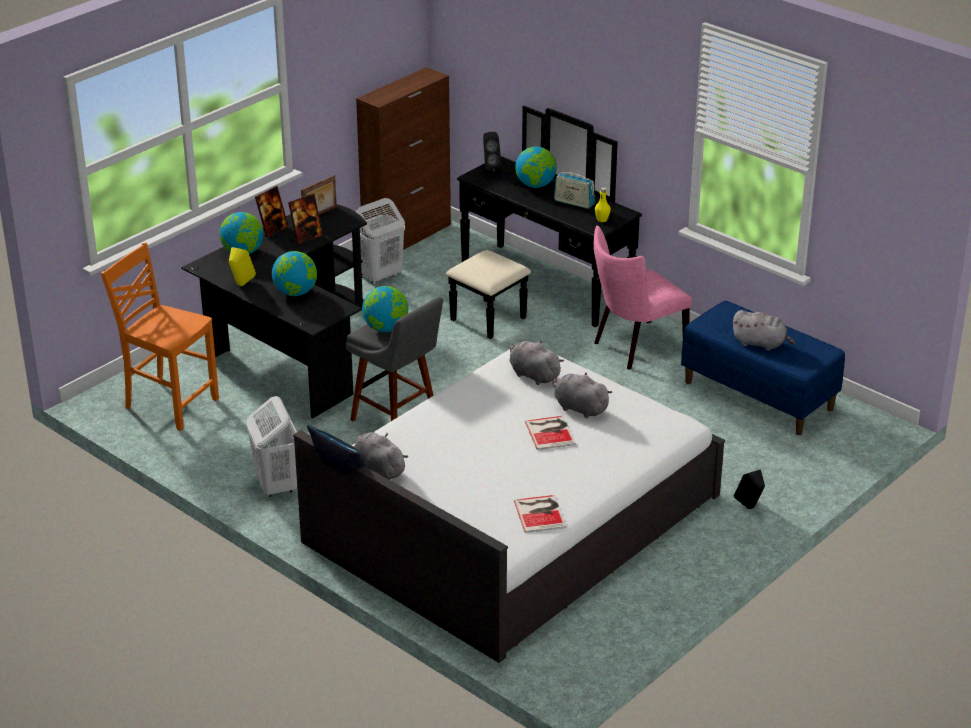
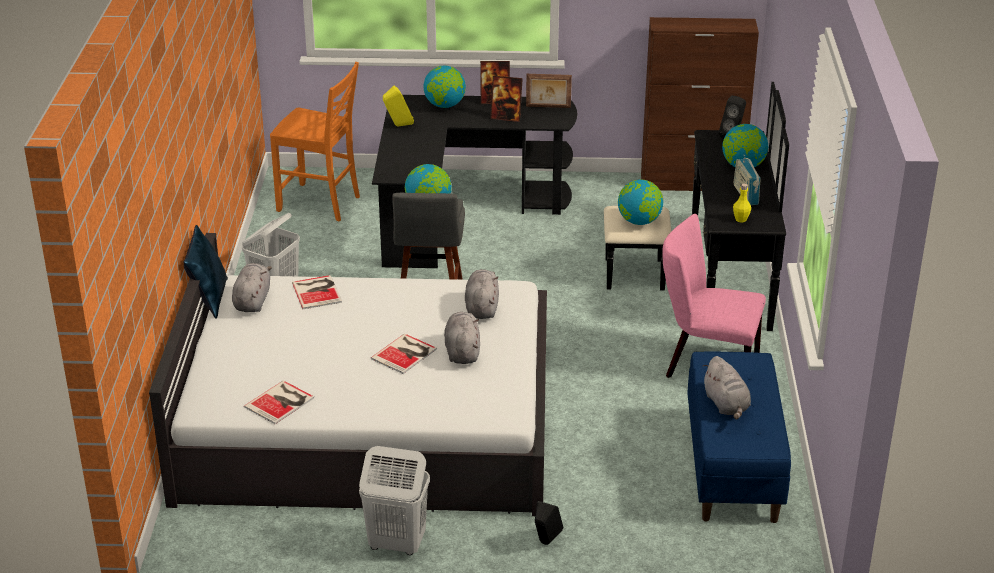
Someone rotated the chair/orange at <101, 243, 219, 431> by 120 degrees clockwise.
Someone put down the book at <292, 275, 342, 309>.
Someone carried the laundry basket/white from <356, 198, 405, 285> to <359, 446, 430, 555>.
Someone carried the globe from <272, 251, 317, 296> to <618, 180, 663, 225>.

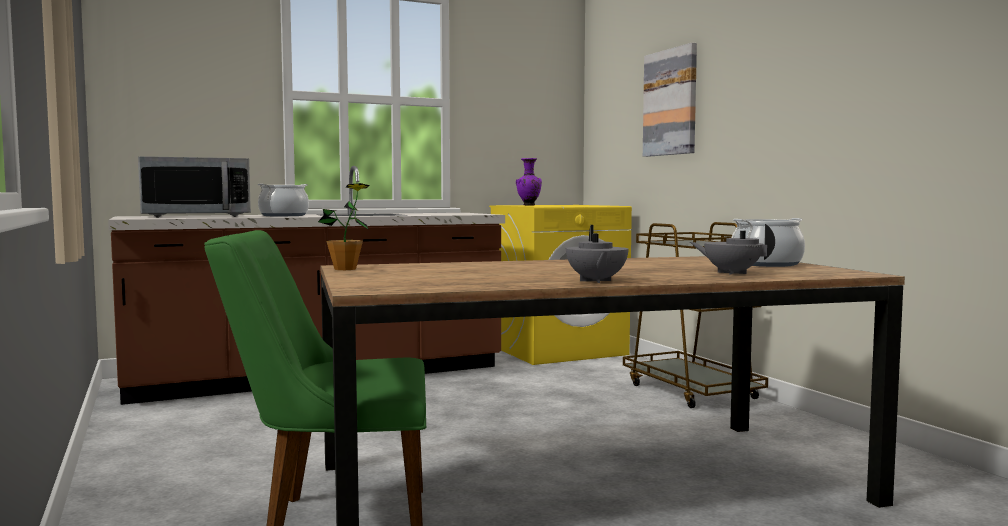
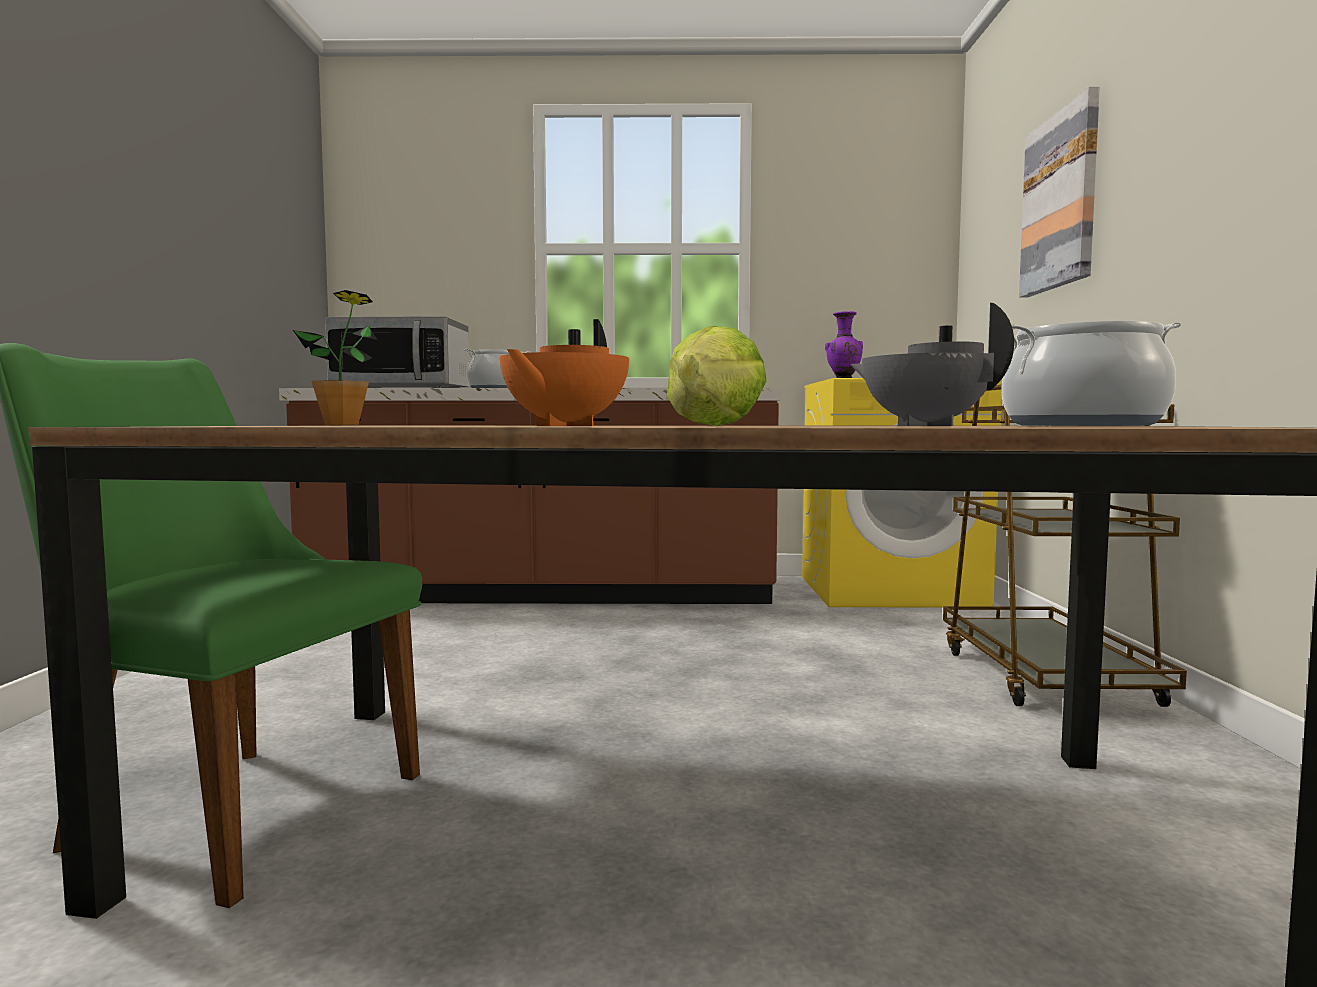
Someone repainted the teapot/grey at <566, 225, 628, 283>, which became the teapot/orange at <500, 319, 629, 426>.
Someone put down the lettuce at <667, 326, 767, 426>.

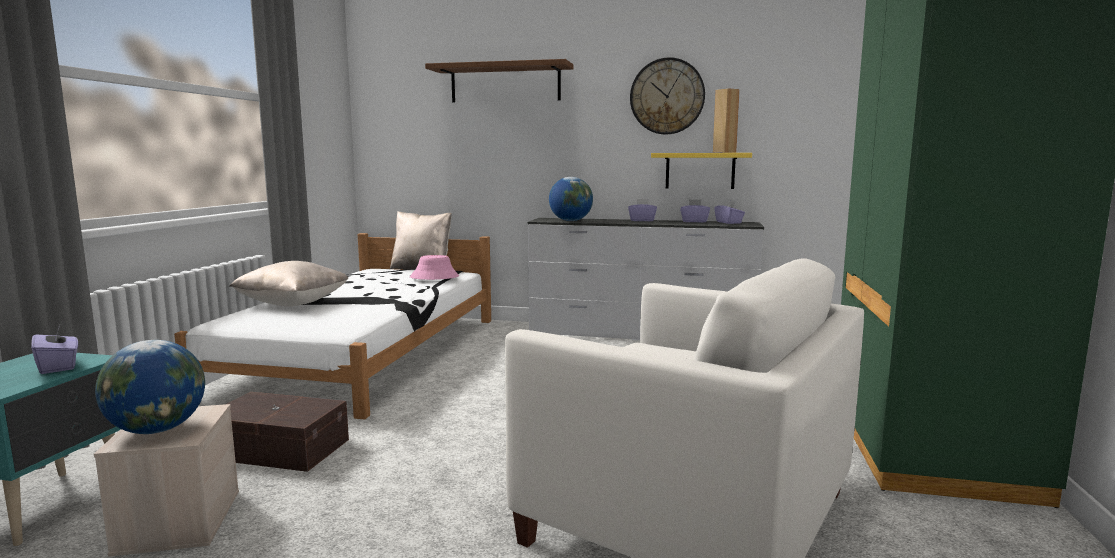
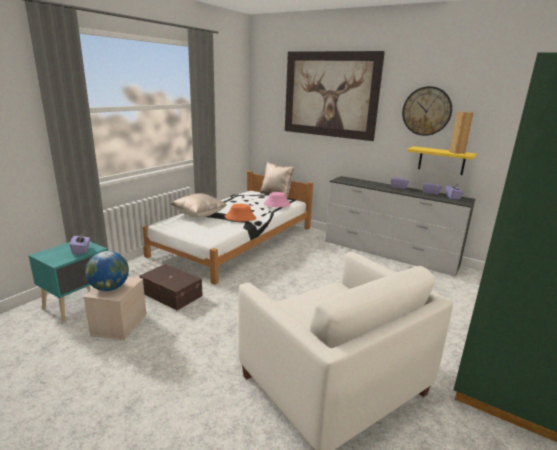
Someone put down the hat/orange at <224, 204, 256, 221>.
Someone swapped the shelf/brown at <425, 59, 574, 102> for the picture at <285, 51, 385, 141>.
Someone took away the globe at <549, 177, 593, 221>.

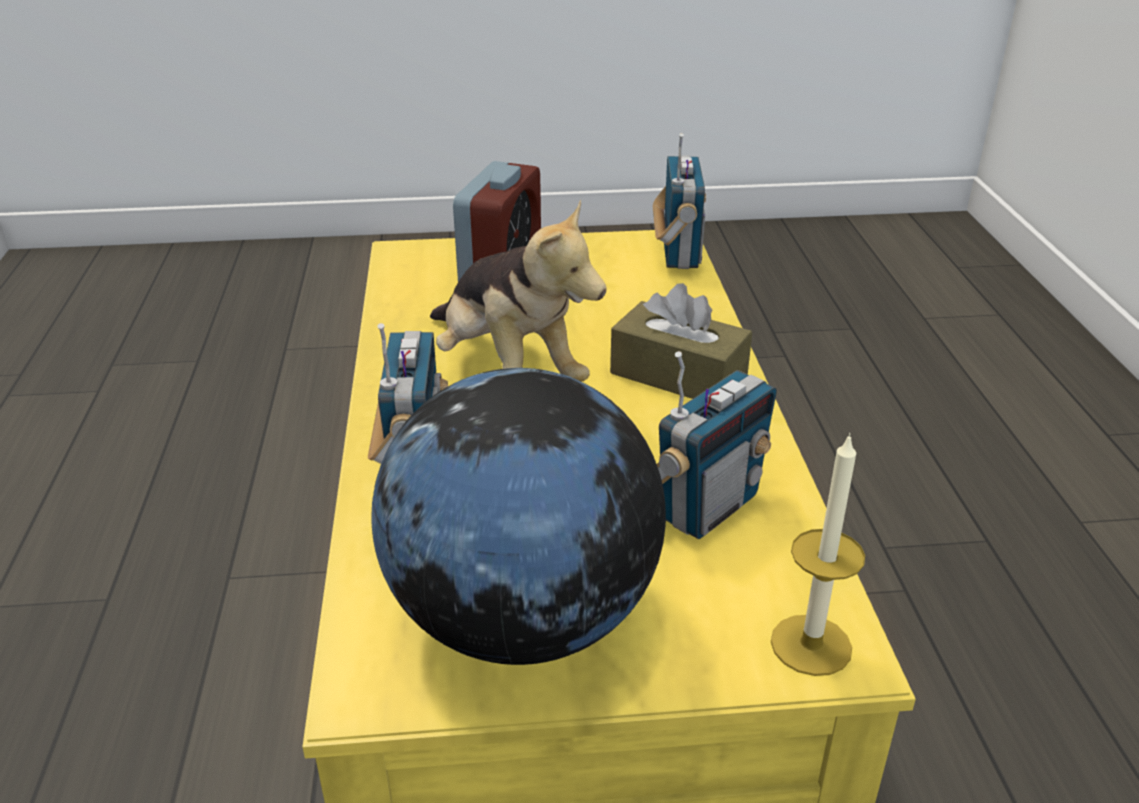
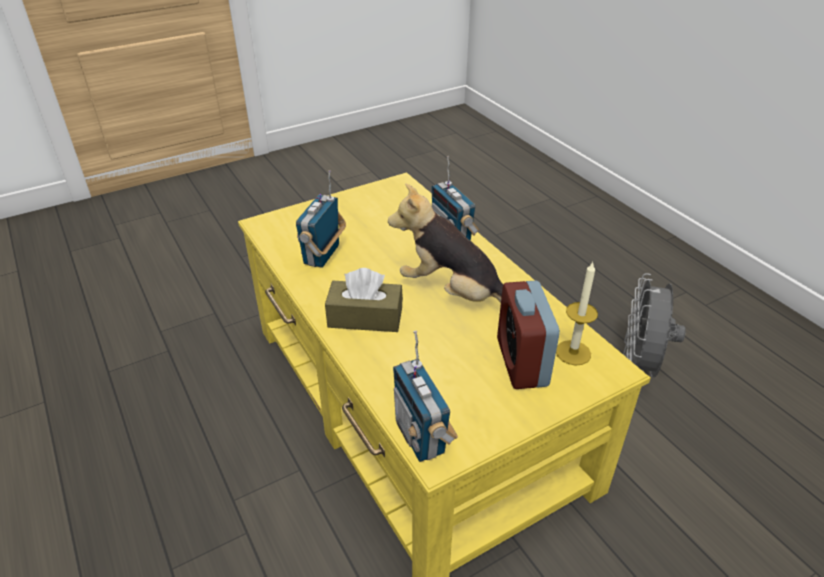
Someone carried the candle from <771, 433, 865, 676> to <556, 262, 598, 366>.
Someone put down the fan/grey at <623, 273, 686, 377>.
Someone took away the globe at <371, 368, 666, 665>.

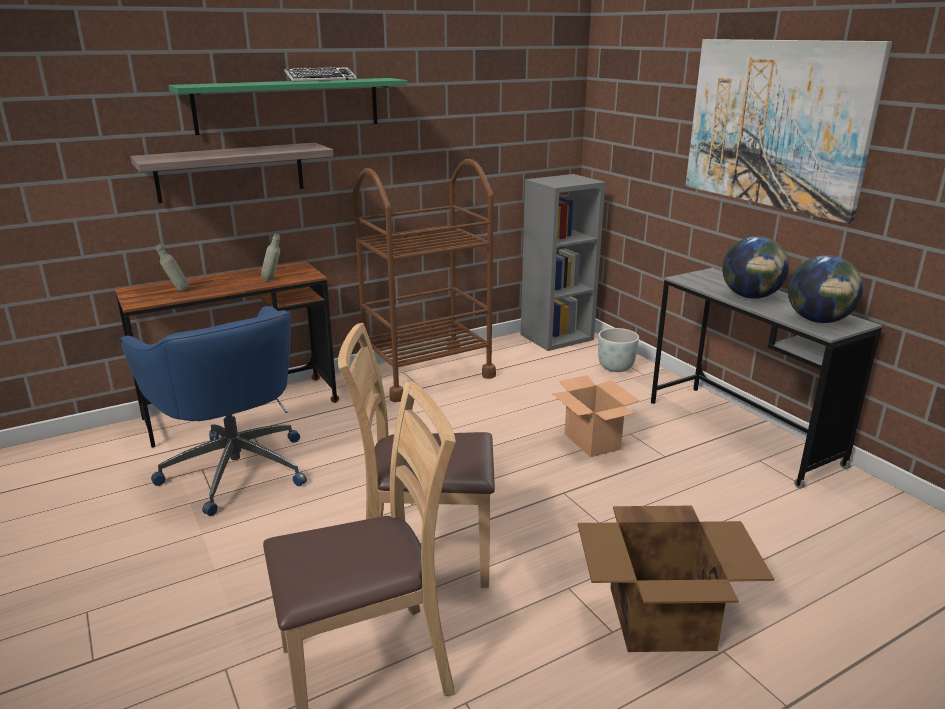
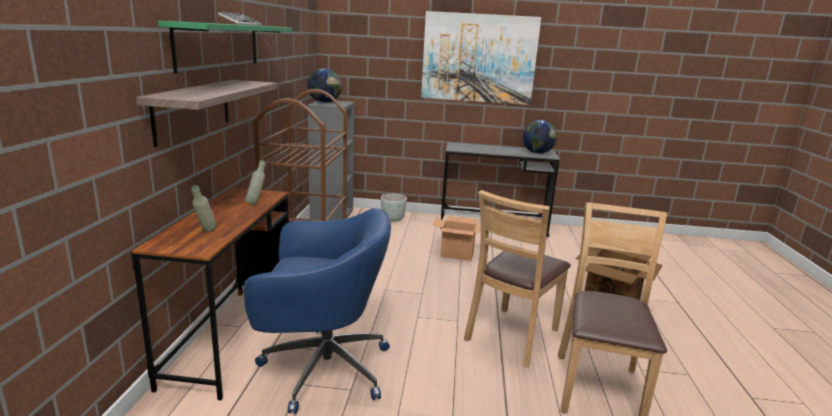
Someone carried the globe from <722, 236, 789, 299> to <307, 68, 342, 103>.

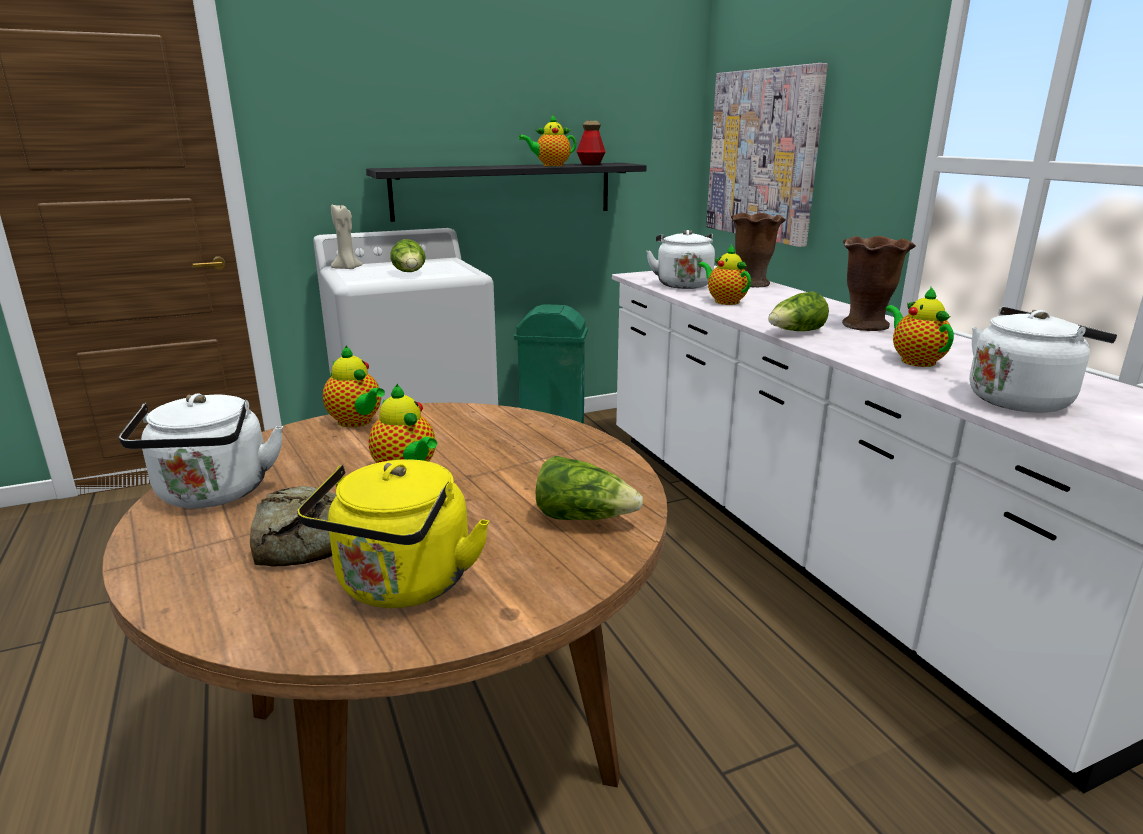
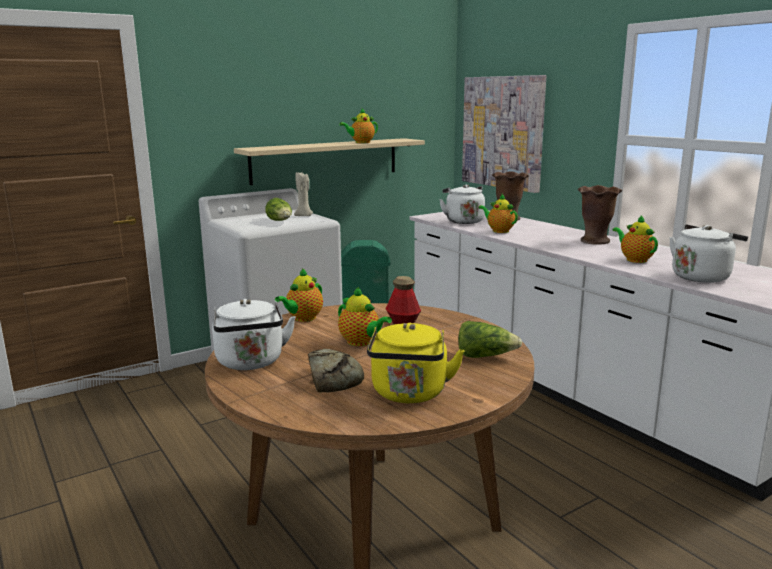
Someone repainted the shelf/black at <366, 163, 647, 222>, which became the shelf/beige at <234, 138, 425, 185>.
Someone rotated the teapot at <323, 345, 385, 427> by 90 degrees clockwise.
Someone carried the candle/beige from <331, 203, 362, 269> to <294, 172, 313, 216>.
Someone carried the bottle from <576, 121, 606, 165> to <386, 276, 421, 324>.
Someone took away the lettuce at <768, 292, 829, 331>.

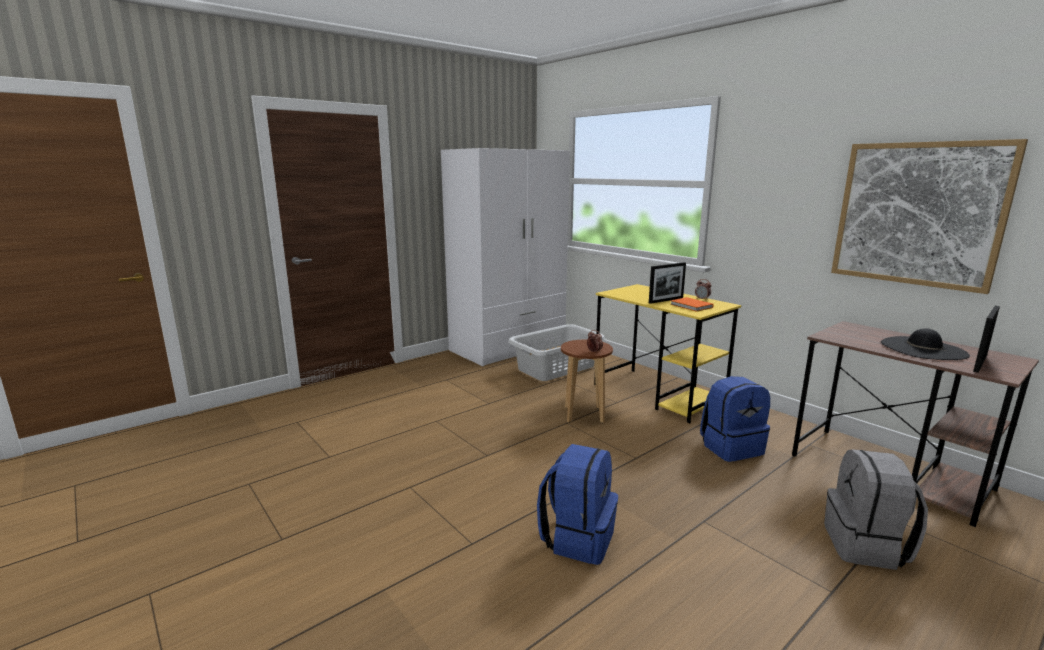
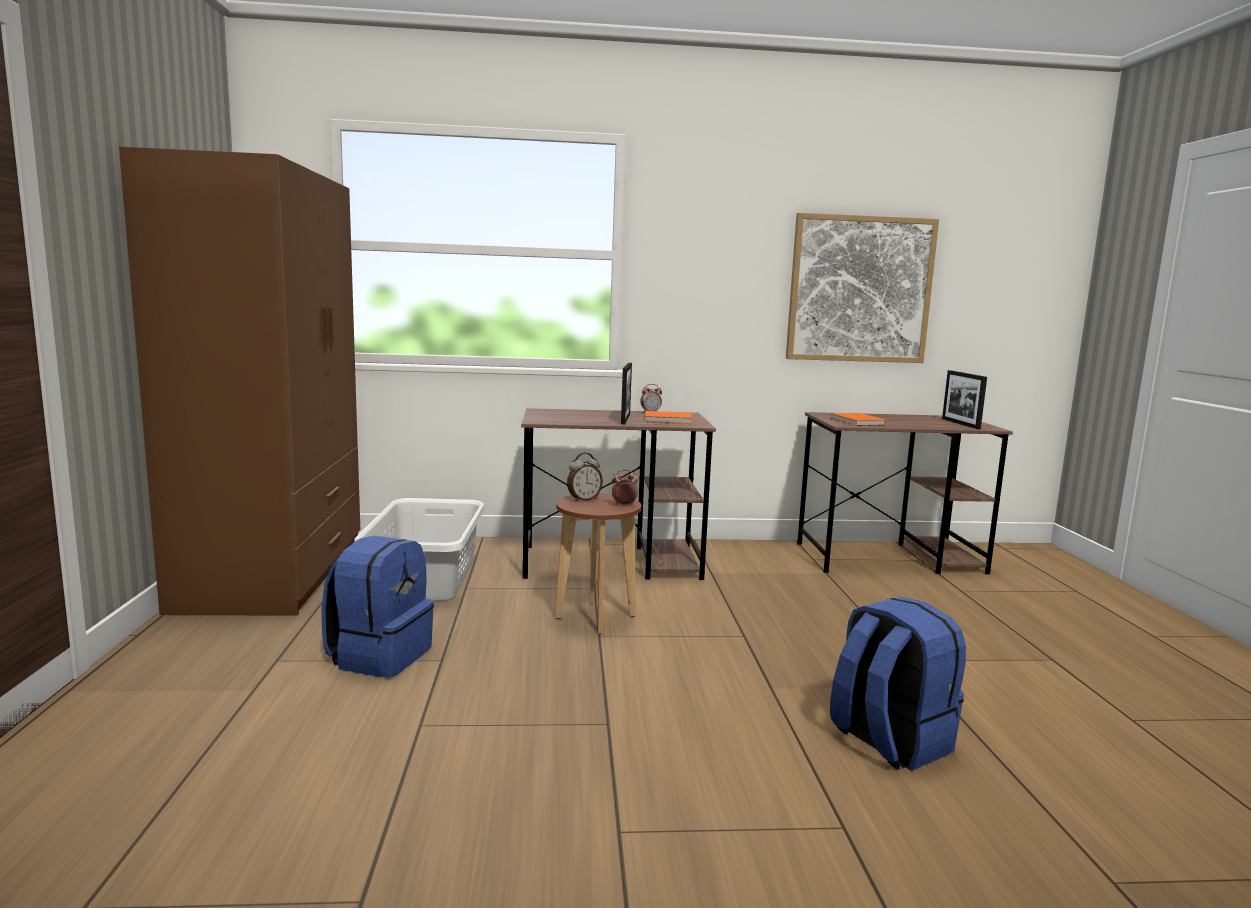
Someone repainted the wardrobe/white at <441, 148, 570, 366>, which became the wardrobe/brown at <119, 146, 360, 616>.
Someone carried the backpack/blue from <700, 376, 770, 462> to <321, 536, 434, 678>.
Someone repainted the desk/yellow at <594, 284, 741, 423>, which became the desk/brown at <521, 408, 716, 580>.
Someone put down the alarm clock at <567, 453, 603, 502>.
Someone put down the book/orange at <830, 413, 886, 426>.
Someone took away the backpack/grey at <824, 449, 928, 570>.
Someone took away the hat/black at <881, 328, 970, 360>.

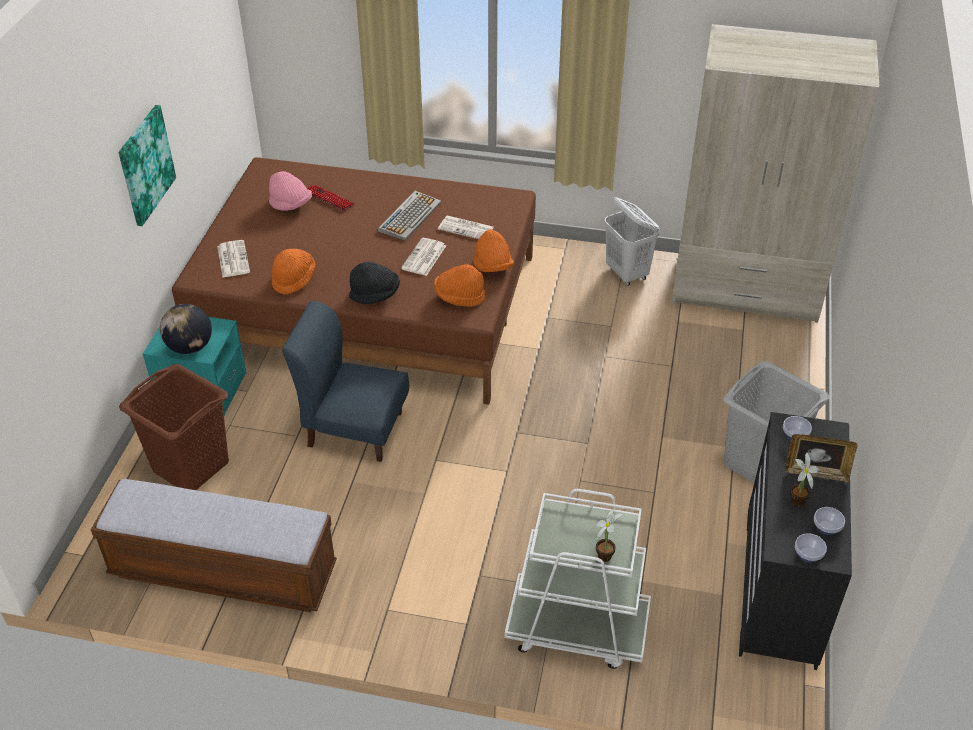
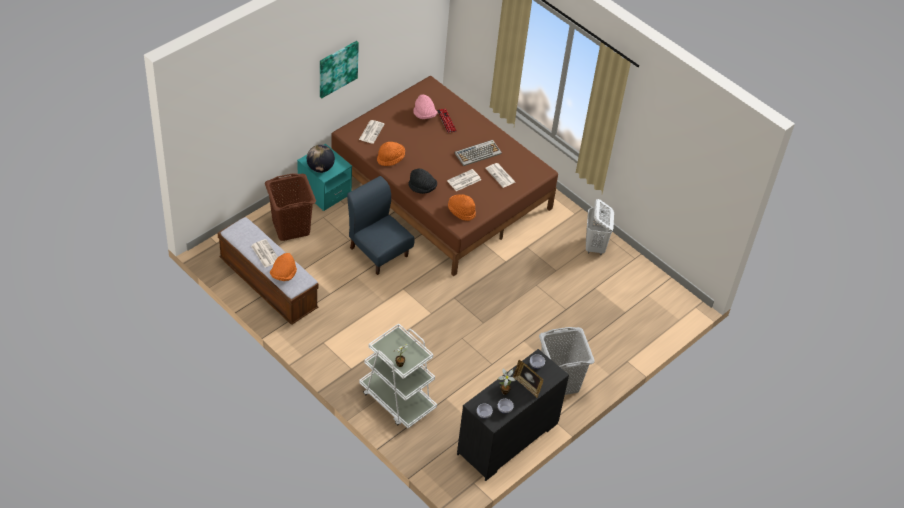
Someone put down the newspaper at <251, 239, 278, 267>.
Someone carried the hat/orange from <473, 230, 514, 272> to <270, 253, 297, 281>.
Someone took away the wardrobe/beige at <672, 24, 879, 323>.

